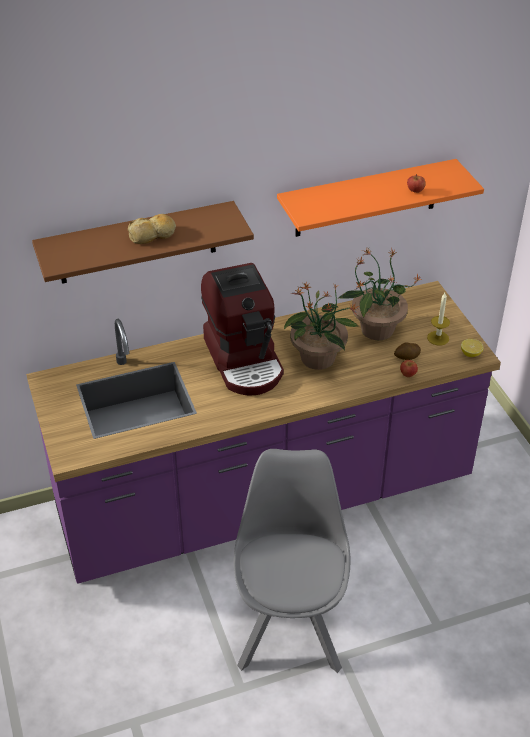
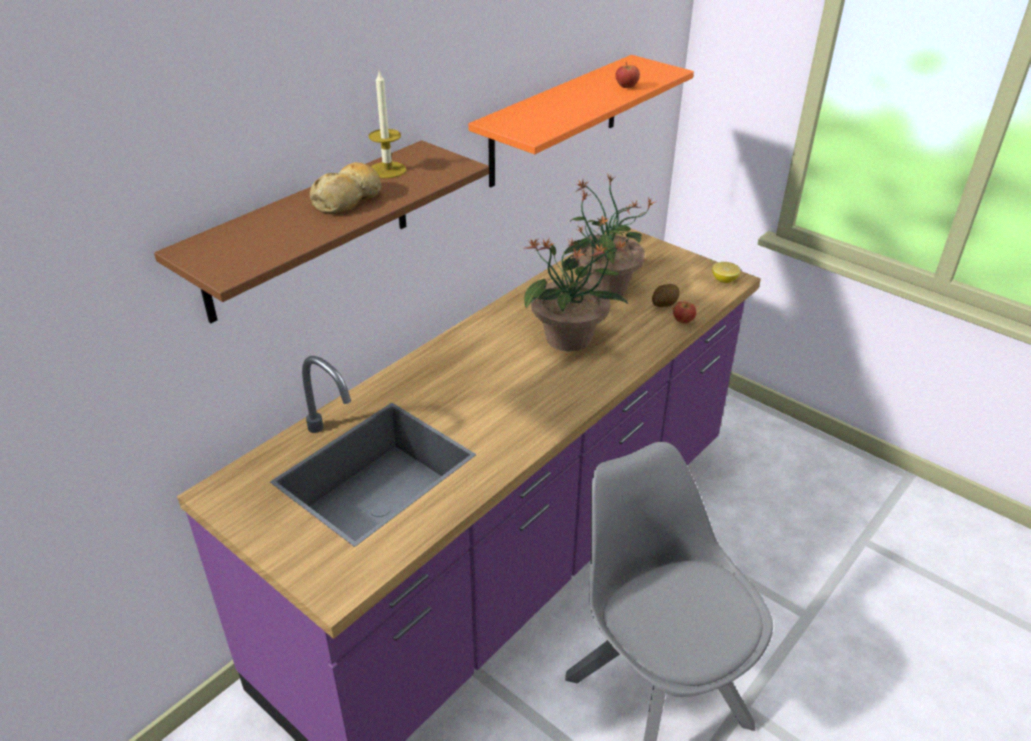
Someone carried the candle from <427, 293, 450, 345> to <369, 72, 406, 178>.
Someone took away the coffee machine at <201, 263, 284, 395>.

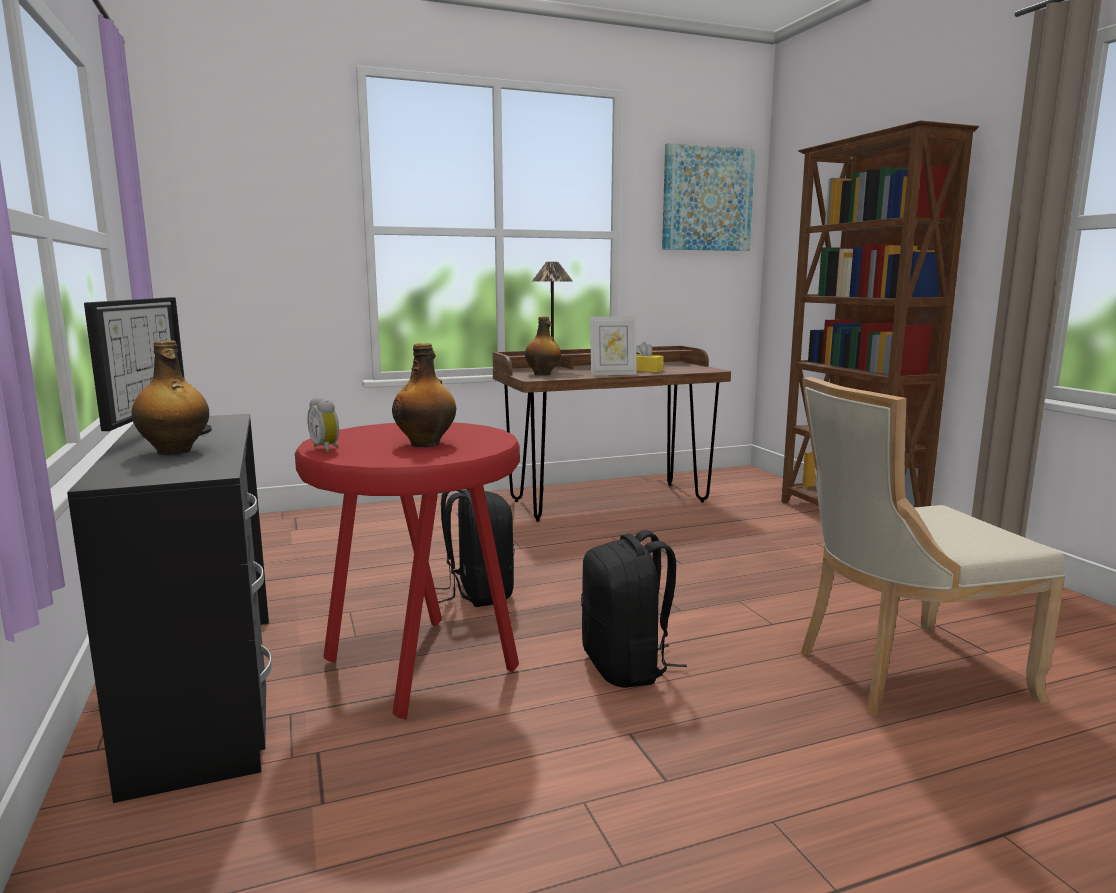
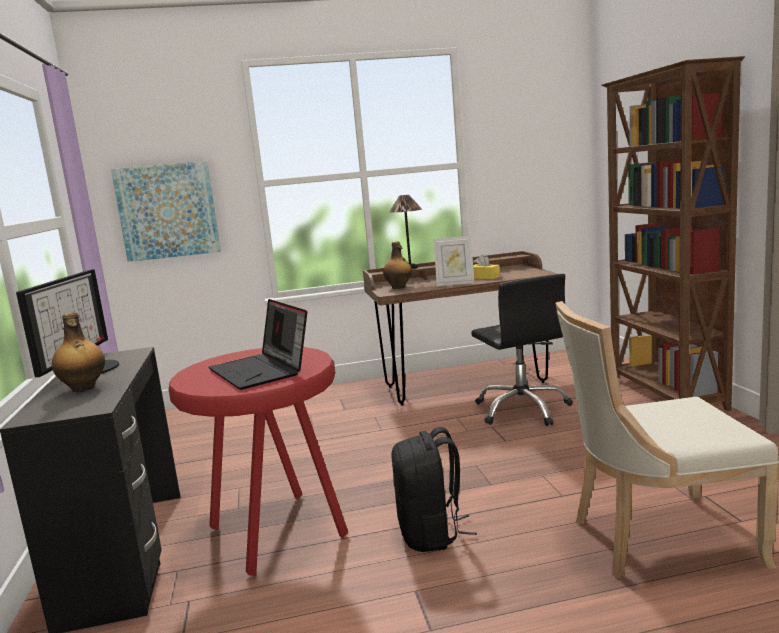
Someone carried the picture from <662, 143, 755, 251> to <111, 161, 221, 262>.
Someone swapped the bottle at <392, 343, 457, 447> for the laptop at <209, 299, 307, 390>.
Someone put down the office chair/black at <471, 274, 573, 426>.
Someone took away the alarm clock at <307, 397, 339, 453>.
Someone took away the backpack/black at <435, 489, 514, 607>.

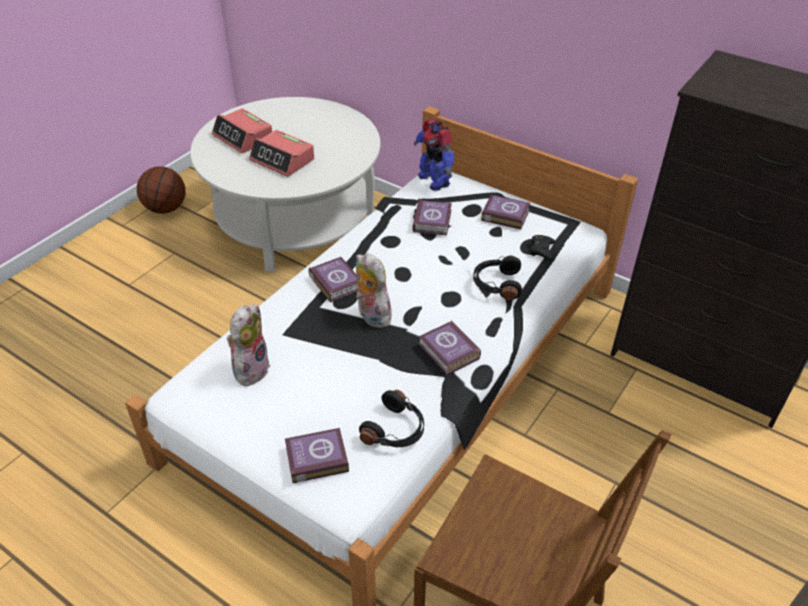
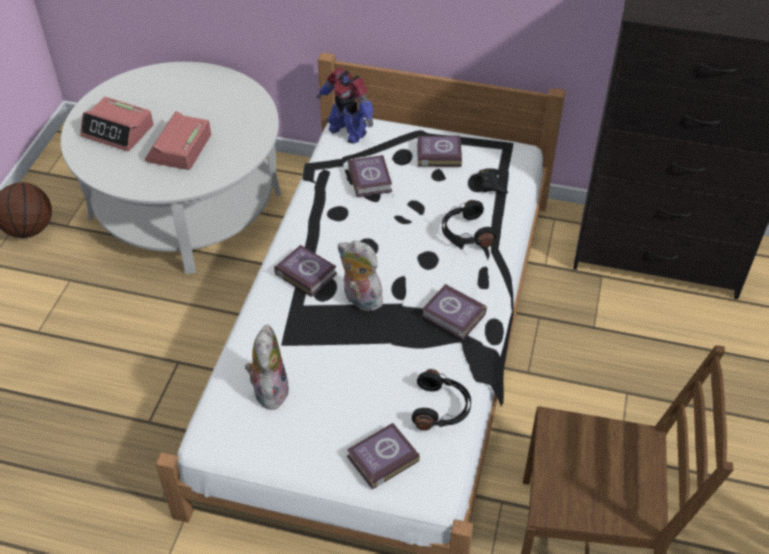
Someone rotated the alarm clock at <249, 130, 314, 177> by 90 degrees clockwise.

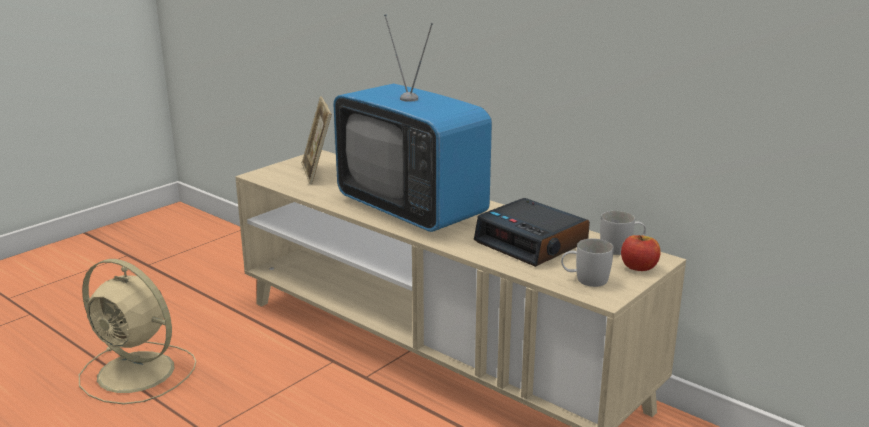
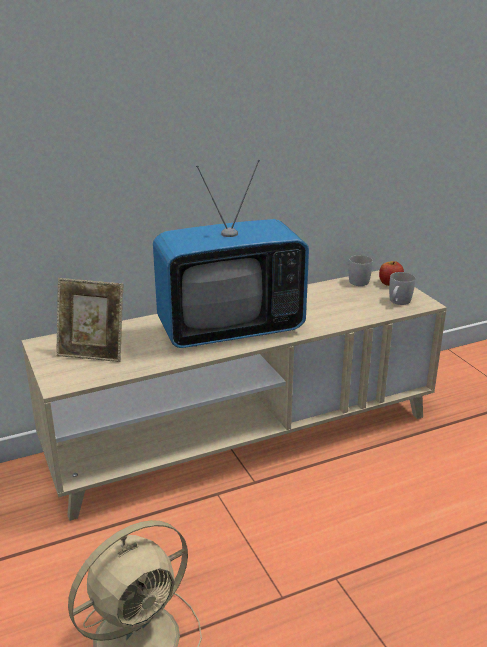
Someone took away the alarm clock at <474, 198, 590, 267>.

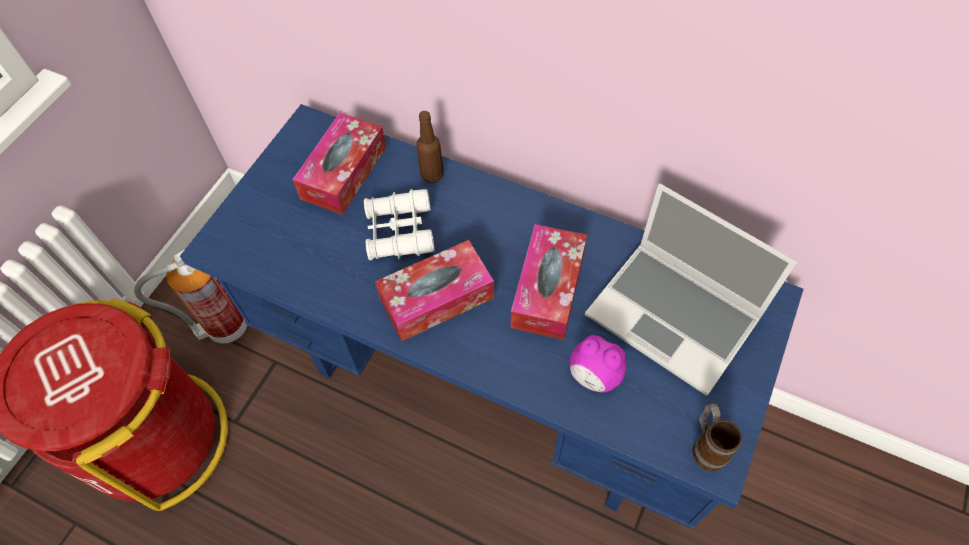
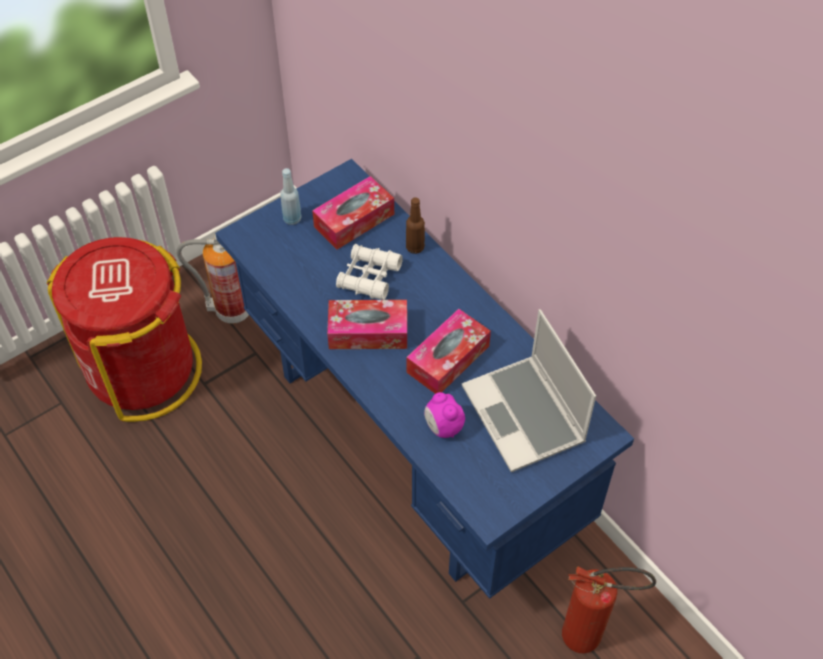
Someone put down the bottle/blue at <280, 168, 302, 225>.
Someone put down the fire extinguisher at <562, 566, 656, 653>.
Someone took away the mug at <692, 404, 742, 471>.

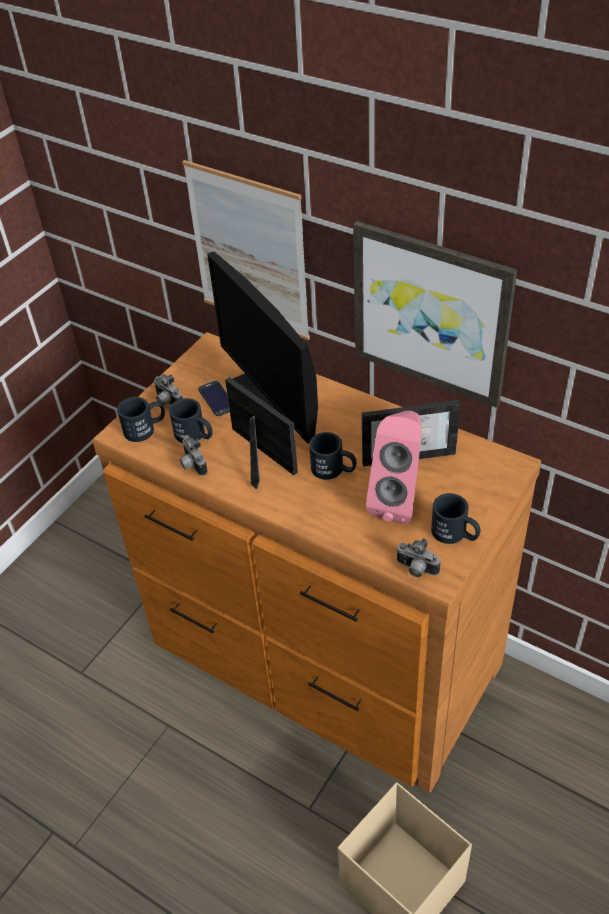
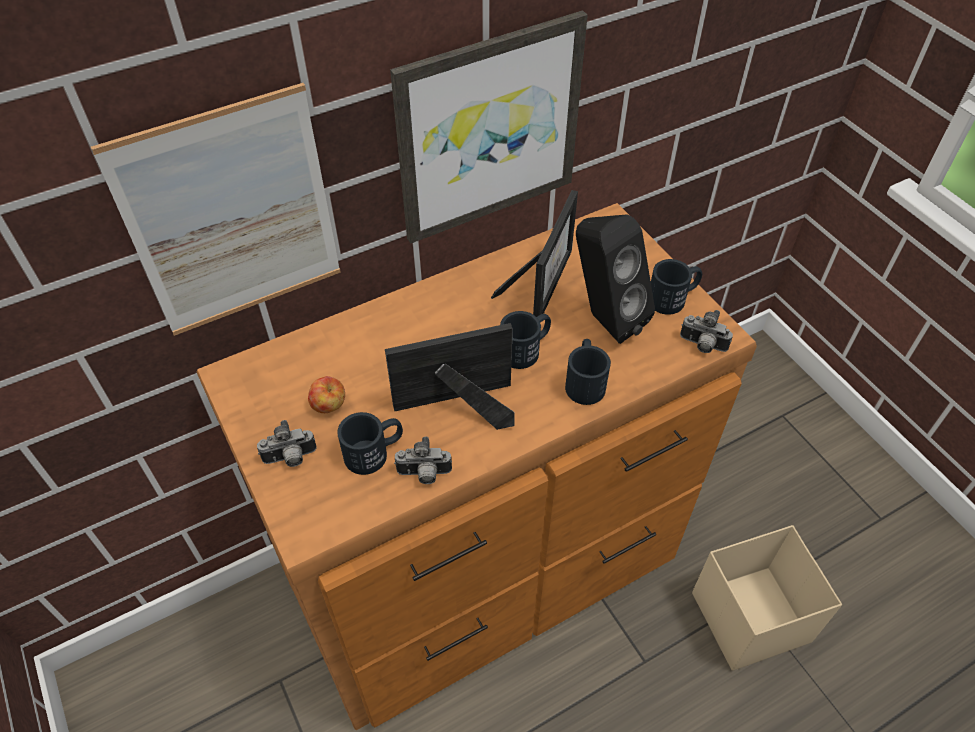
Someone swapped the phone at <198, 380, 230, 416> for the apple at <308, 376, 345, 413>.
Someone carried the mug/black from <117, 397, 165, 442> to <565, 339, 611, 405>.
Someone repainted the speaker/pink at <366, 411, 422, 524>, which became the speaker/black at <576, 214, 655, 344>.
Someone rotated the photo camera at <396, 538, 440, 577> by 60 degrees clockwise.
Someone took away the monitor at <207, 252, 318, 444>.

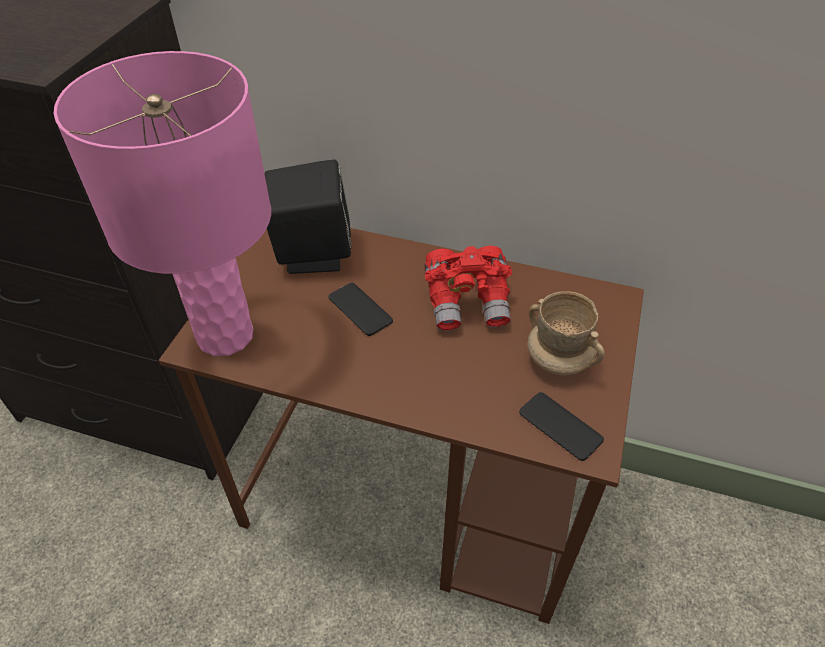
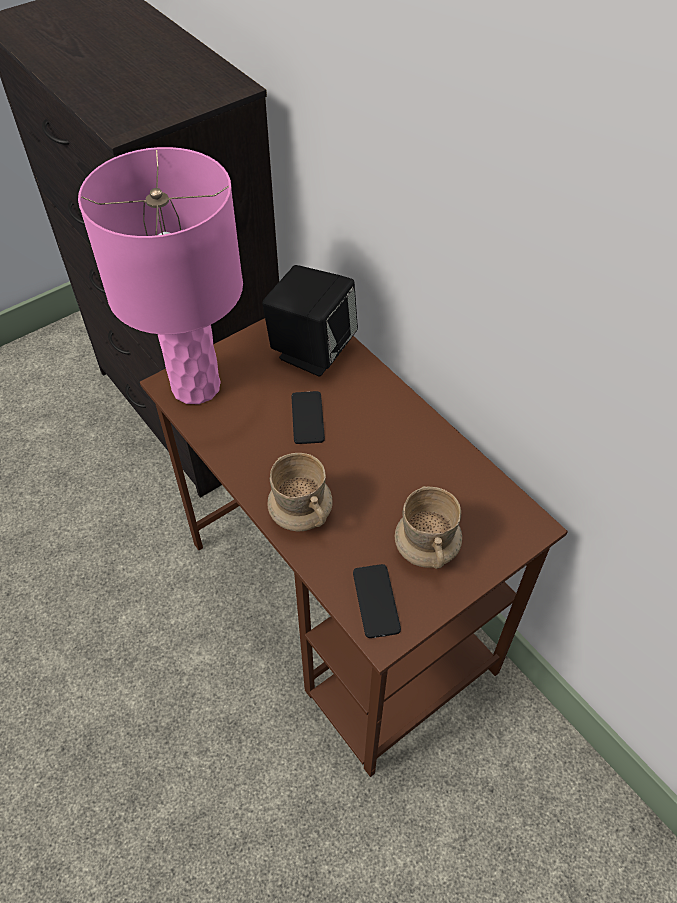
Someone put down the mug/beige at <268, 453, 332, 532>.
Someone took away the binoculars/red at <424, 245, 512, 331>.

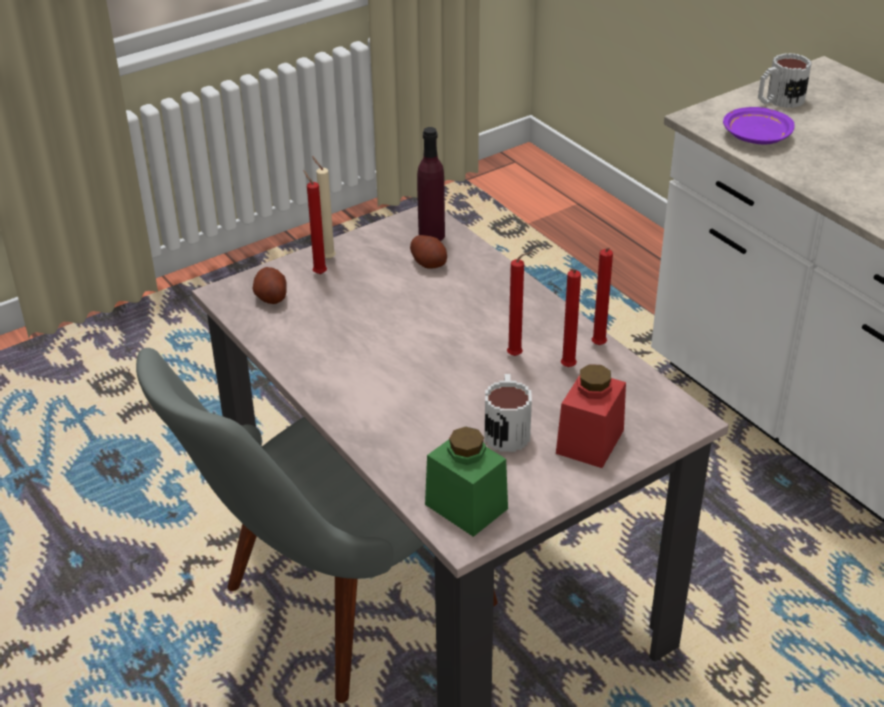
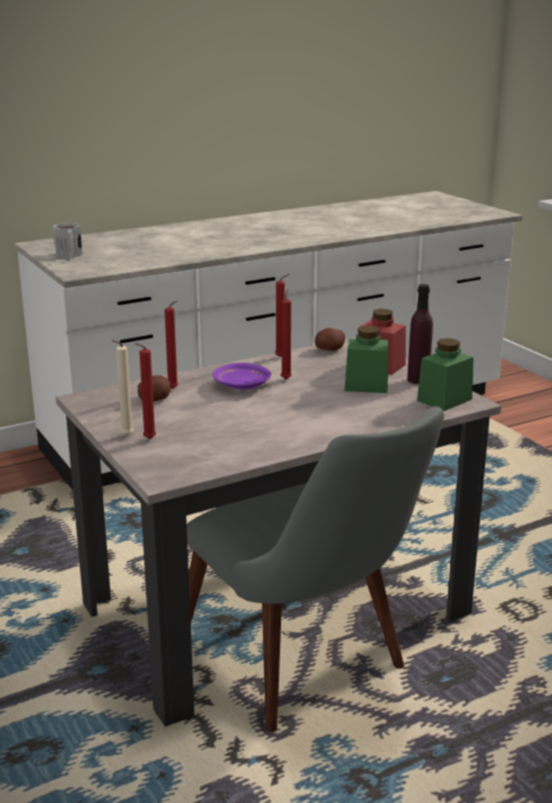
Someone carried the candle/red from <561, 269, 581, 367> to <165, 301, 179, 389>.
Someone carried the plate/purple from <723, 107, 795, 144> to <213, 363, 271, 389>.
Someone carried the potato from <253, 267, 287, 304> to <315, 328, 345, 351>.
Someone swapped the mug at <485, 374, 532, 452> for the jar/green at <345, 326, 388, 393>.
Someone carried the bottle/purple from <417, 127, 445, 241> to <407, 284, 433, 384>.

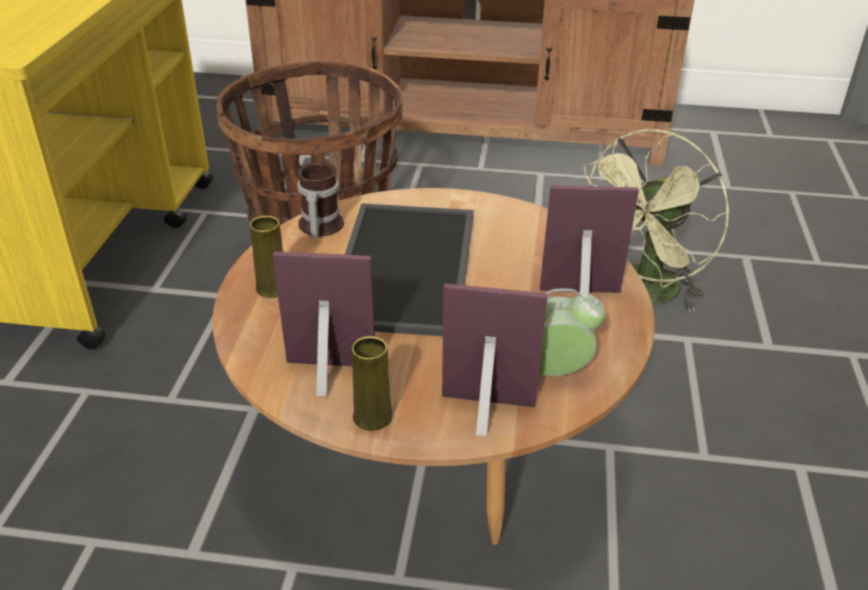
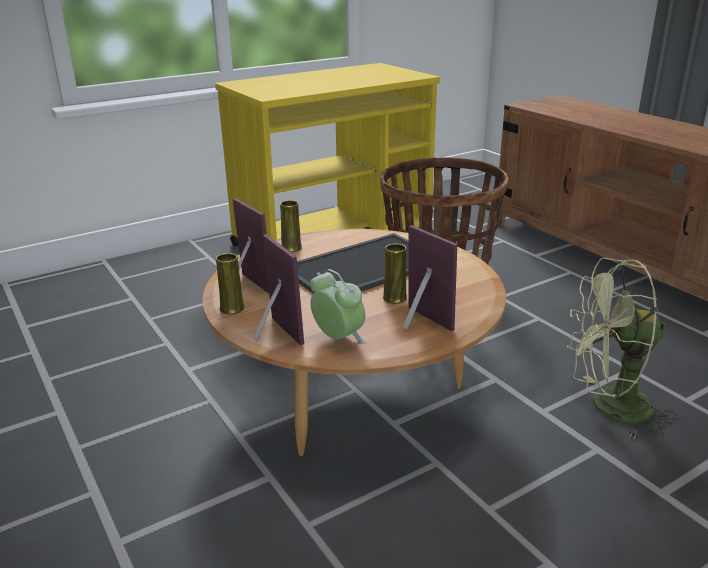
Someone put down the vase/yellow at <383, 244, 407, 304>.
Someone took away the mug at <297, 162, 344, 237>.

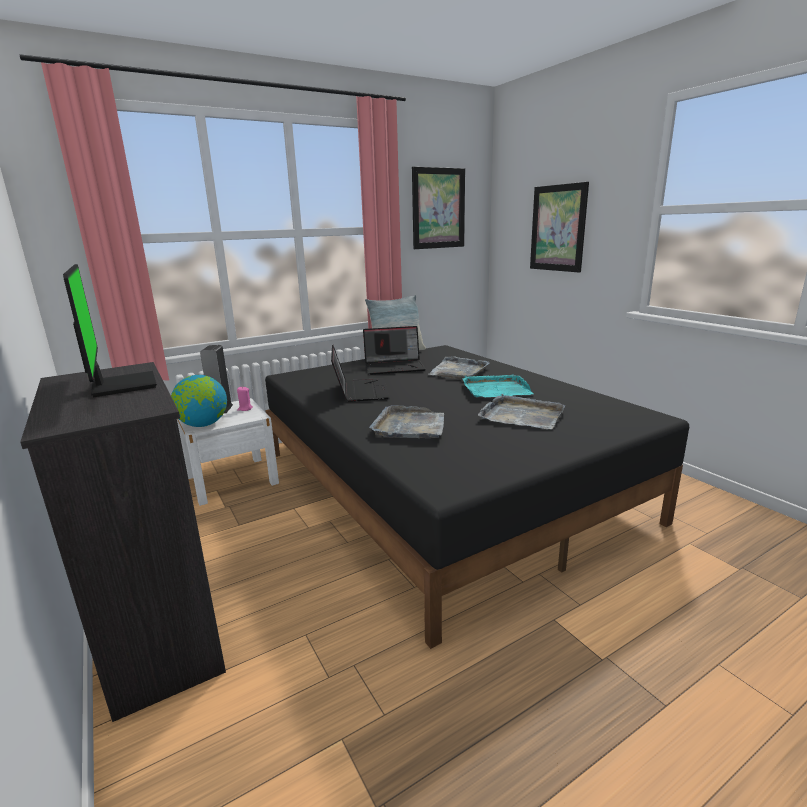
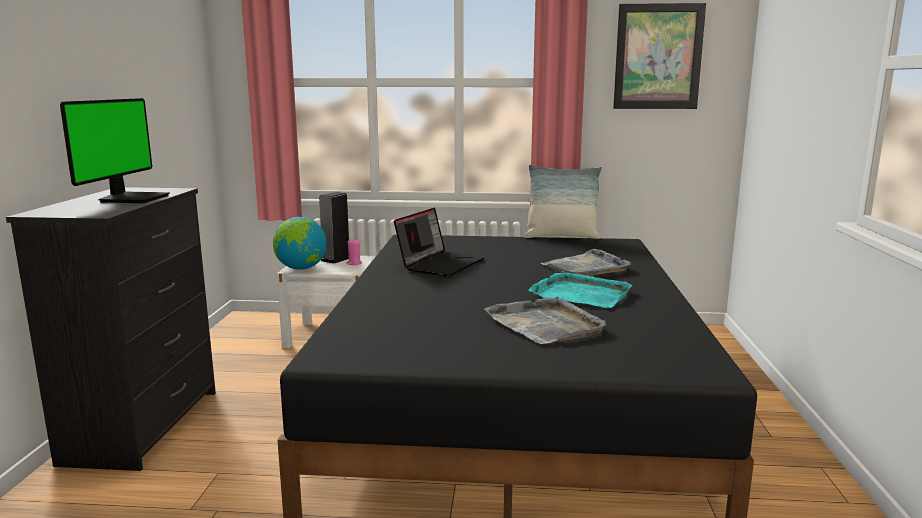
Someone took away the laptop at <363, 326, 426, 375>.
Someone took away the tray/grey at <369, 405, 444, 438>.
Someone took away the picture at <530, 182, 589, 273>.

